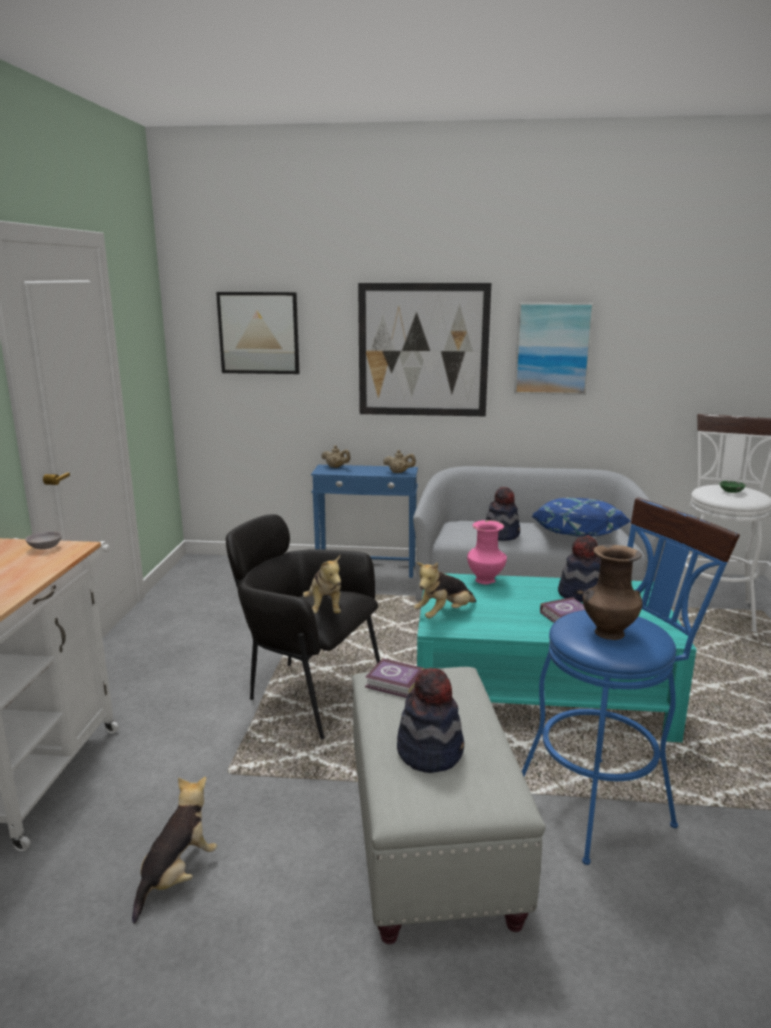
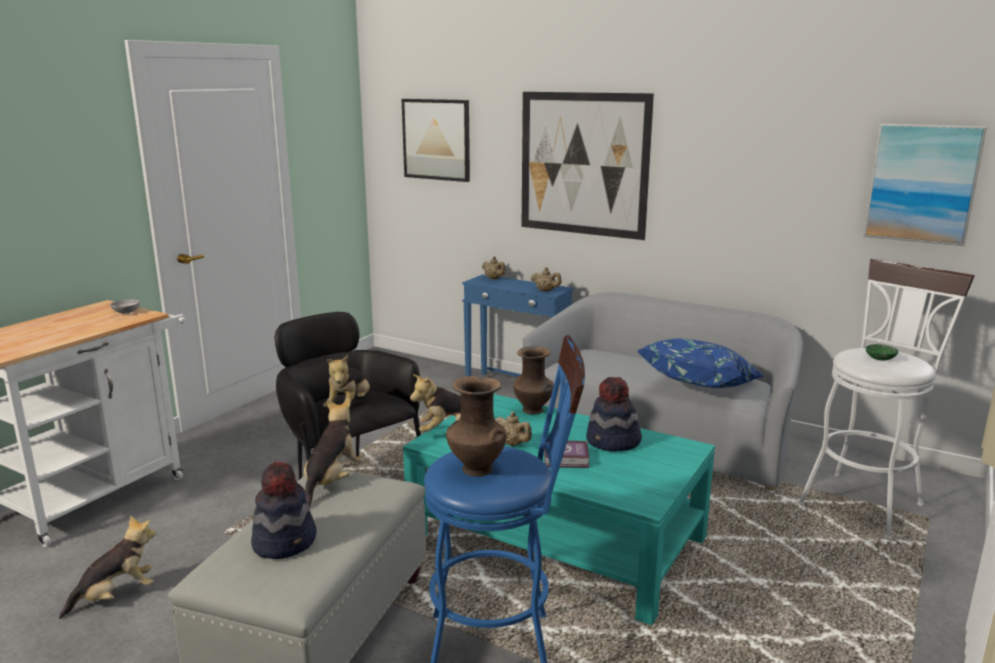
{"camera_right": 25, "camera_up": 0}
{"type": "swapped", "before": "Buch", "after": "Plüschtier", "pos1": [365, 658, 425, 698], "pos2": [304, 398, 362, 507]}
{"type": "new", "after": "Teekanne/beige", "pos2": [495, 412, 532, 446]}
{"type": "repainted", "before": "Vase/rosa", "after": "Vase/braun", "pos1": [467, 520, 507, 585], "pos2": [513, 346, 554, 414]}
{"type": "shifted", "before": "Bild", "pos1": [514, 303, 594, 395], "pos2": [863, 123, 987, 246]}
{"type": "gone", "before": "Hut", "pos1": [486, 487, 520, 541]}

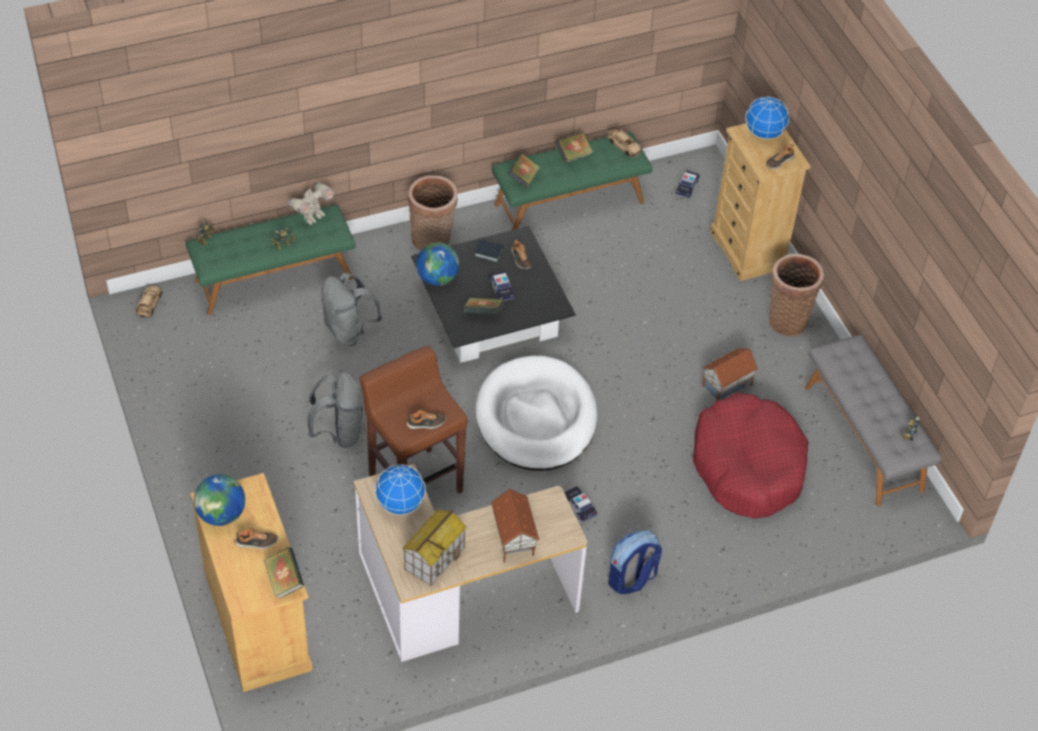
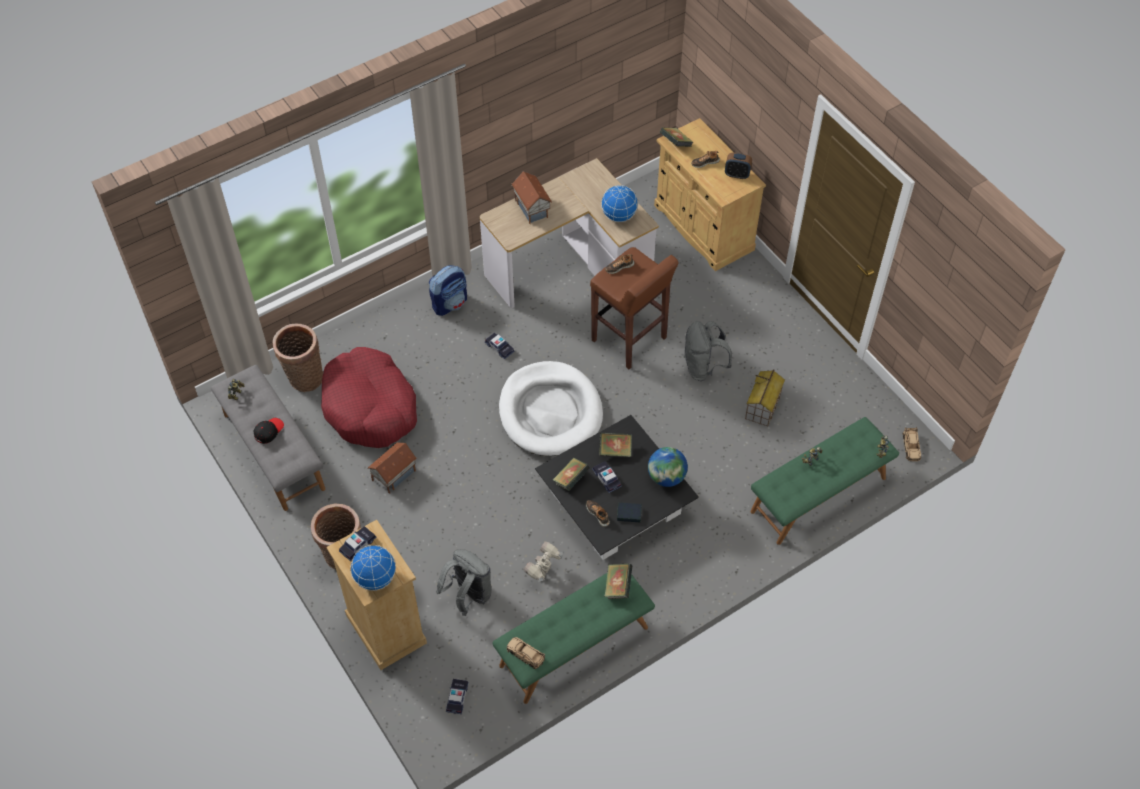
{"camera_right": 170, "camera_up": 5}
{"type": "new", "after": "Kappe/schwarz", "pos2": [253, 418, 284, 444]}
{"type": "shifted", "before": "Korb", "pos1": [408, 175, 458, 251], "pos2": [273, 324, 323, 392]}
{"type": "swapped", "before": "Schuh", "after": "Spielzeugauto", "pos1": [766, 144, 795, 169], "pos2": [339, 526, 377, 561]}
{"type": "shifted", "before": "Rucksack/grau", "pos1": [321, 273, 382, 346], "pos2": [436, 549, 492, 616]}
{"type": "shifted", "before": "Spielzeugroboter", "pos1": [288, 182, 334, 225], "pos2": [524, 541, 563, 582]}
{"type": "shifted", "before": "Buch", "pos1": [555, 132, 593, 163], "pos2": [553, 457, 590, 491]}
{"type": "swapped", "before": "Globus", "after": "Wecker", "pos1": [194, 475, 245, 526], "pos2": [725, 153, 752, 179]}
{"type": "shifted", "before": "Spielzeughaus", "pos1": [402, 509, 466, 586], "pos2": [745, 369, 785, 427]}

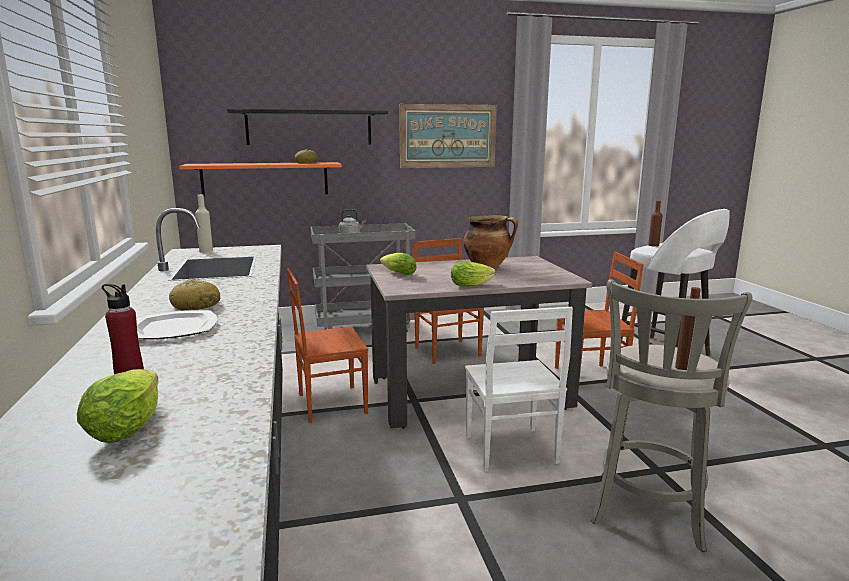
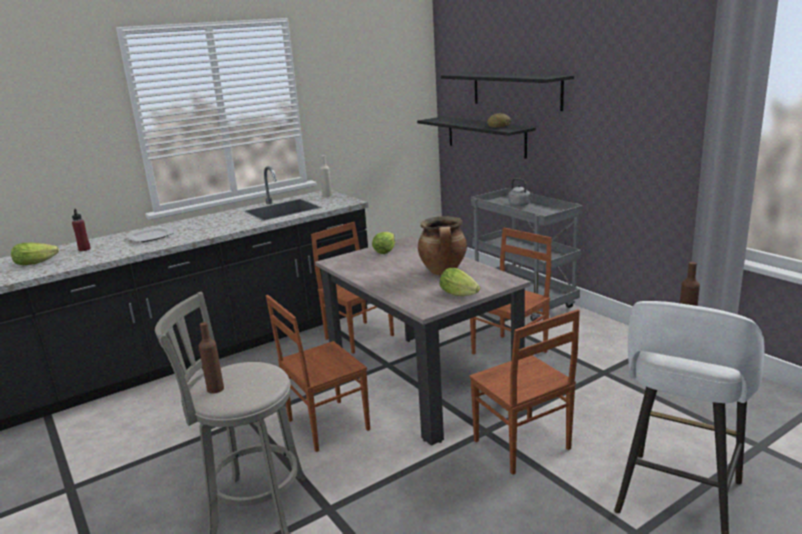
{"camera_right": 70, "camera_up": 5}
{"type": "repainted", "before": "Stuhl/weiß", "after": "Stuhl/braun", "pos1": [465, 307, 573, 472], "pos2": [266, 295, 370, 452]}
{"type": "repainted", "before": "Wandregal/orange", "after": "Wandregal/schwarz", "pos1": [179, 162, 342, 197], "pos2": [417, 116, 536, 159]}
{"type": "shifted", "before": "Salatkopf", "pos1": [451, 262, 496, 287], "pos2": [440, 268, 480, 296]}
{"type": "gone", "before": "Brot", "pos1": [169, 280, 220, 310]}
{"type": "gone", "before": "Bild", "pos1": [399, 104, 497, 168]}

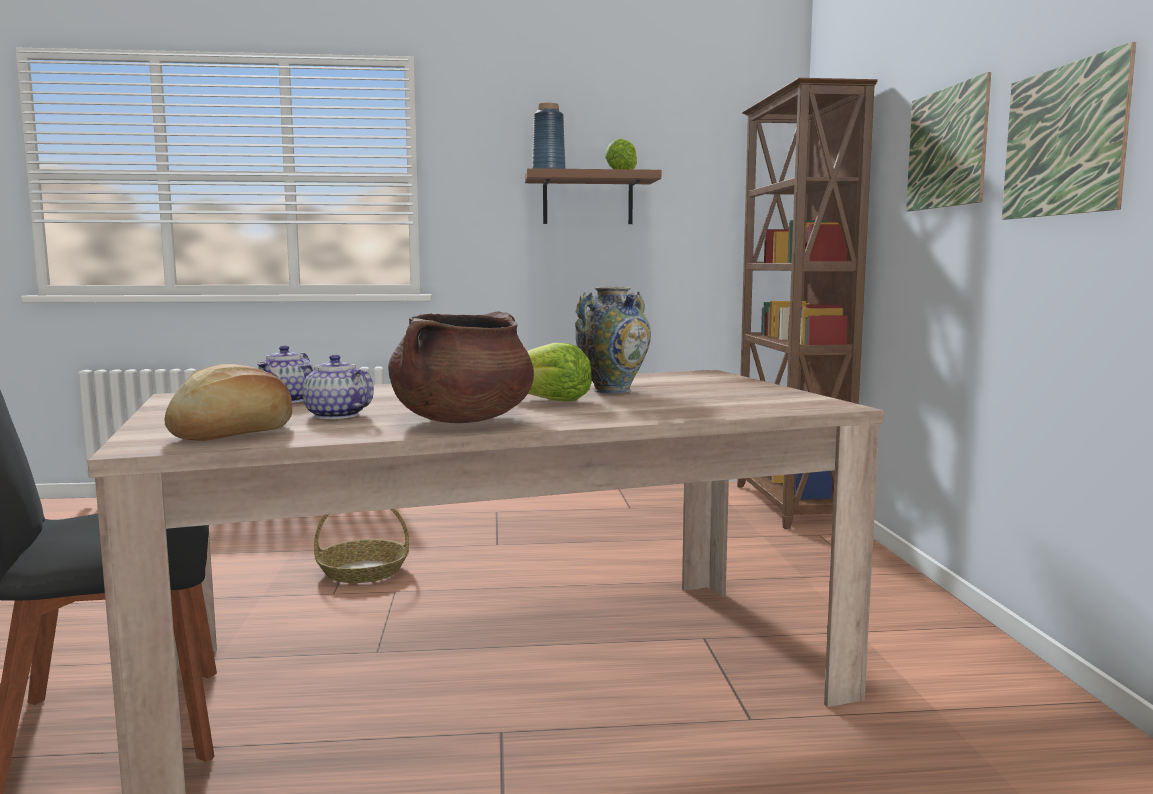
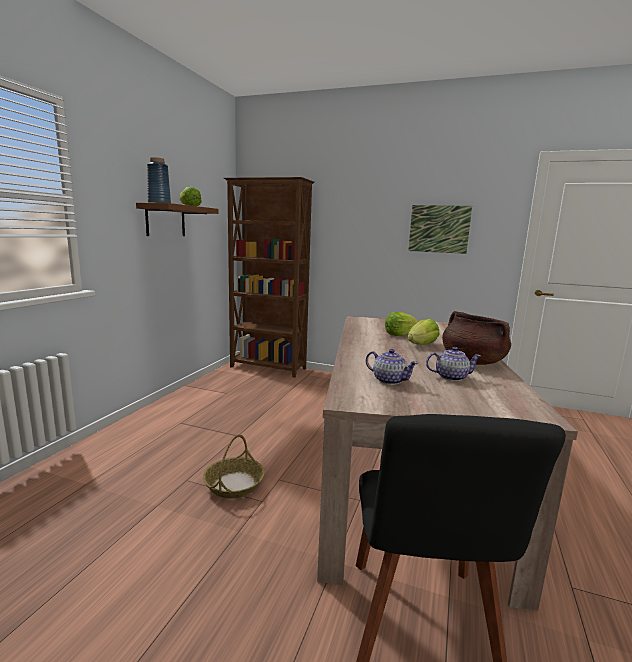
{"camera_right": -65, "camera_up": 5}
{"type": "swapped", "before": "Vase", "after": "Salatkopf", "pos1": [575, 287, 651, 394], "pos2": [385, 312, 419, 336]}
{"type": "rotated", "before": "Teekanne", "pos1": [300, 354, 374, 419], "pos2": [426, 347, 481, 381], "turn": -150}
{"type": "gone", "before": "Brot", "pos1": [165, 364, 292, 441]}
{"type": "gone", "before": "Bild", "pos1": [906, 72, 991, 212]}

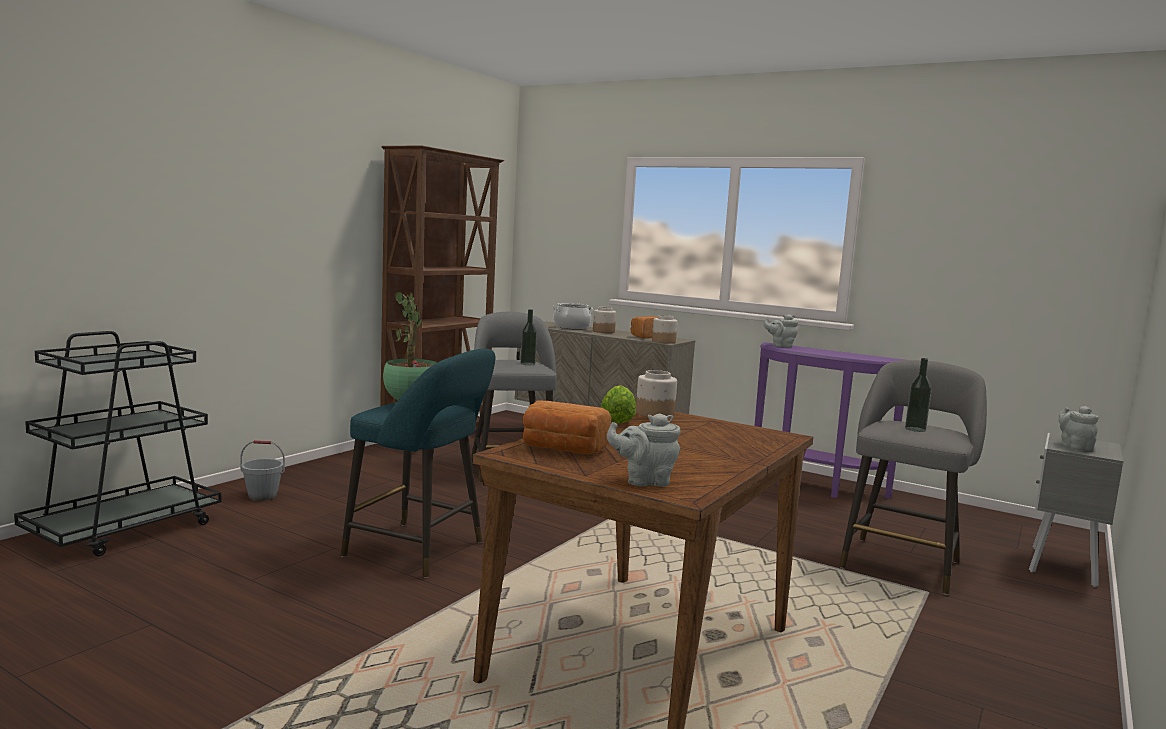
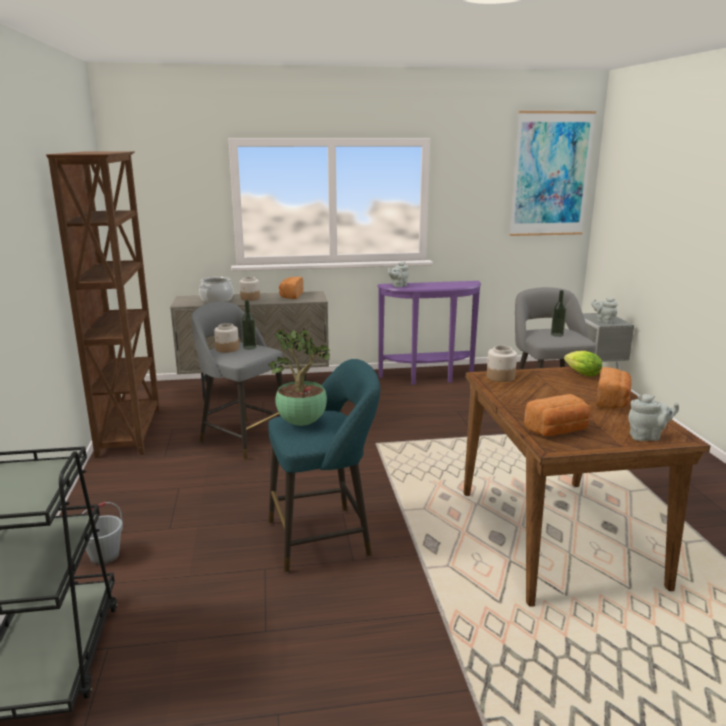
{"camera_right": -40, "camera_up": 10}
{"type": "shifted", "before": "Vorratsglas", "pos1": [652, 315, 677, 344], "pos2": [214, 323, 239, 353]}
{"type": "new", "after": "Bild", "pos2": [509, 111, 596, 236]}
{"type": "shifted", "before": "Salatkopf", "pos1": [601, 385, 636, 424], "pos2": [564, 351, 602, 377]}
{"type": "new", "after": "Brot", "pos2": [596, 367, 631, 409]}
{"type": "rotated", "before": "Teekanne/grau", "pos1": [607, 413, 680, 487], "pos2": [628, 394, 679, 441], "turn": -135}

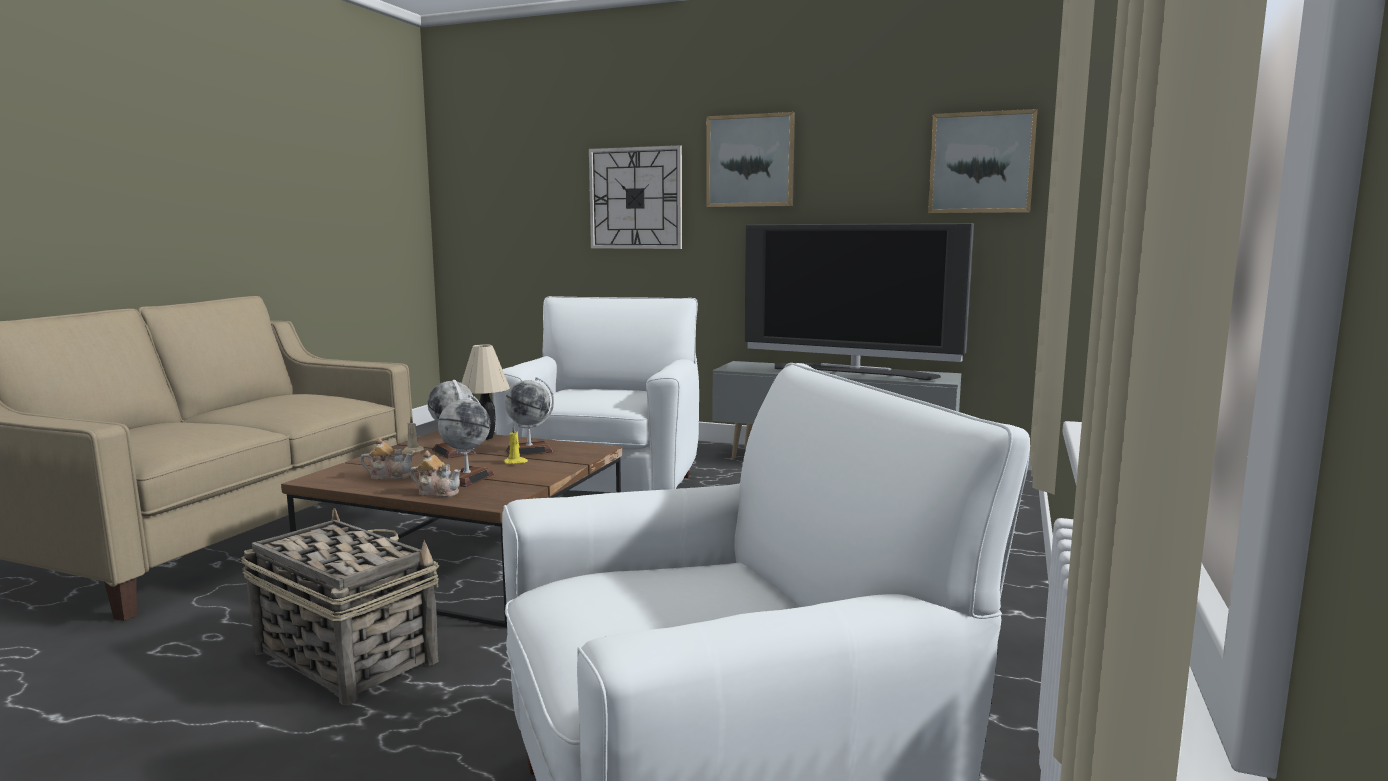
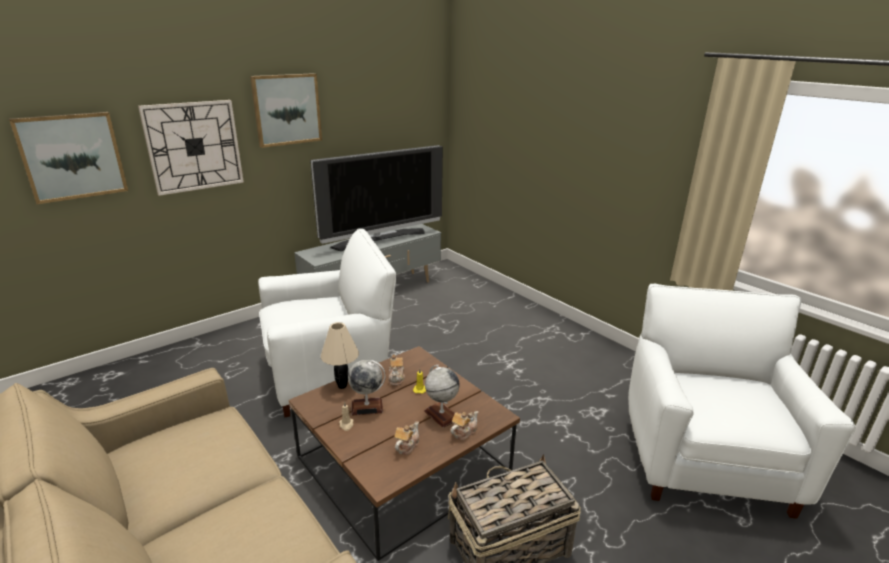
{"camera_right": -60, "camera_up": 15}
{"type": "shifted", "before": "Bild", "pos1": [928, 109, 1037, 213], "pos2": [9, 112, 128, 204]}
{"type": "rotated", "before": "Sessel/weiß", "pos1": [492, 296, 699, 492], "pos2": [258, 229, 396, 417], "turn": 120}
{"type": "swapped", "before": "Globus", "after": "Teekanne", "pos1": [505, 377, 554, 456], "pos2": [388, 355, 405, 385]}

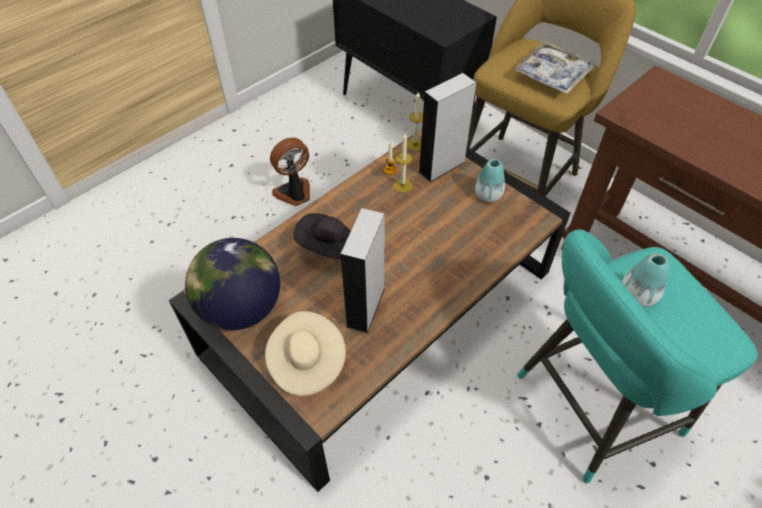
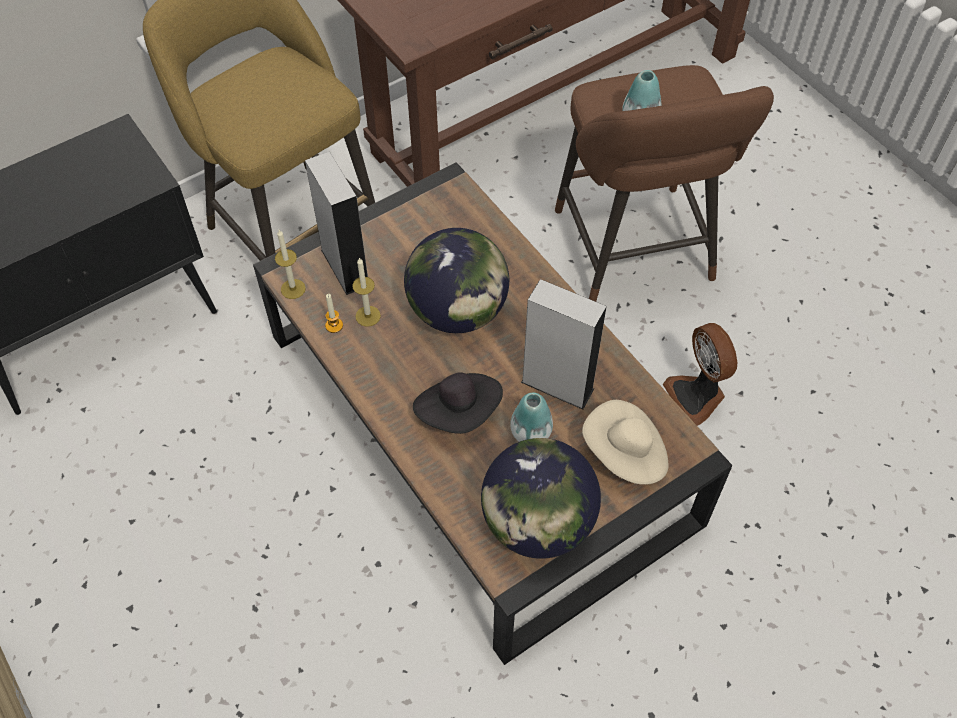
{"camera_right": -80, "camera_up": 5}
{"type": "new", "after": "Globus", "pos2": [404, 228, 509, 333]}
{"type": "shifted", "before": "Vase", "pos1": [475, 159, 505, 202], "pos2": [510, 393, 553, 442]}
{"type": "repainted", "before": "Hocker/türkis", "after": "Hocker/braun", "pos1": [517, 229, 758, 483], "pos2": [555, 65, 774, 302]}
{"type": "shifted", "before": "Ventilator", "pos1": [270, 137, 310, 206], "pos2": [663, 323, 737, 426]}
{"type": "gone", "before": "Tablett", "pos1": [513, 41, 596, 94]}

